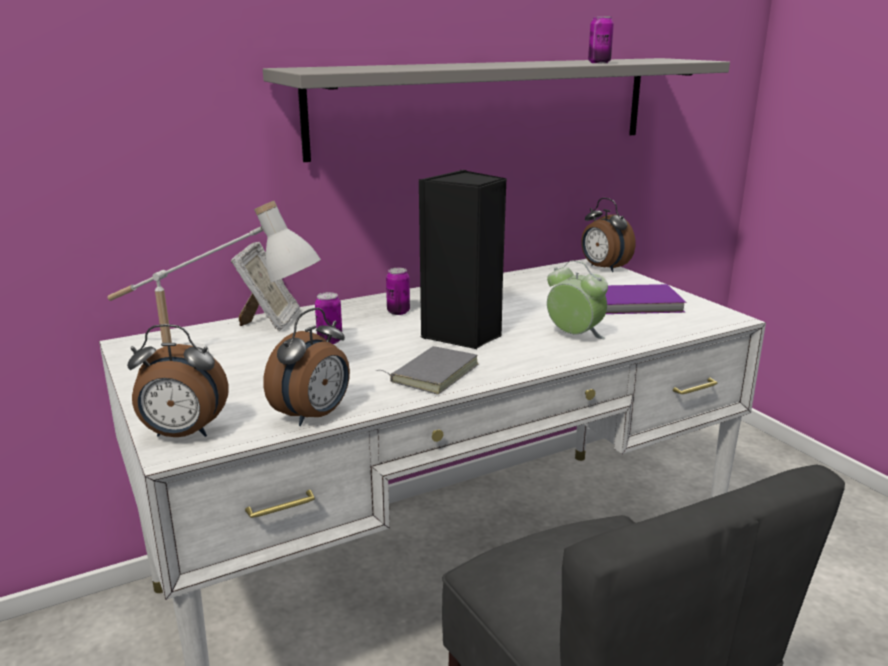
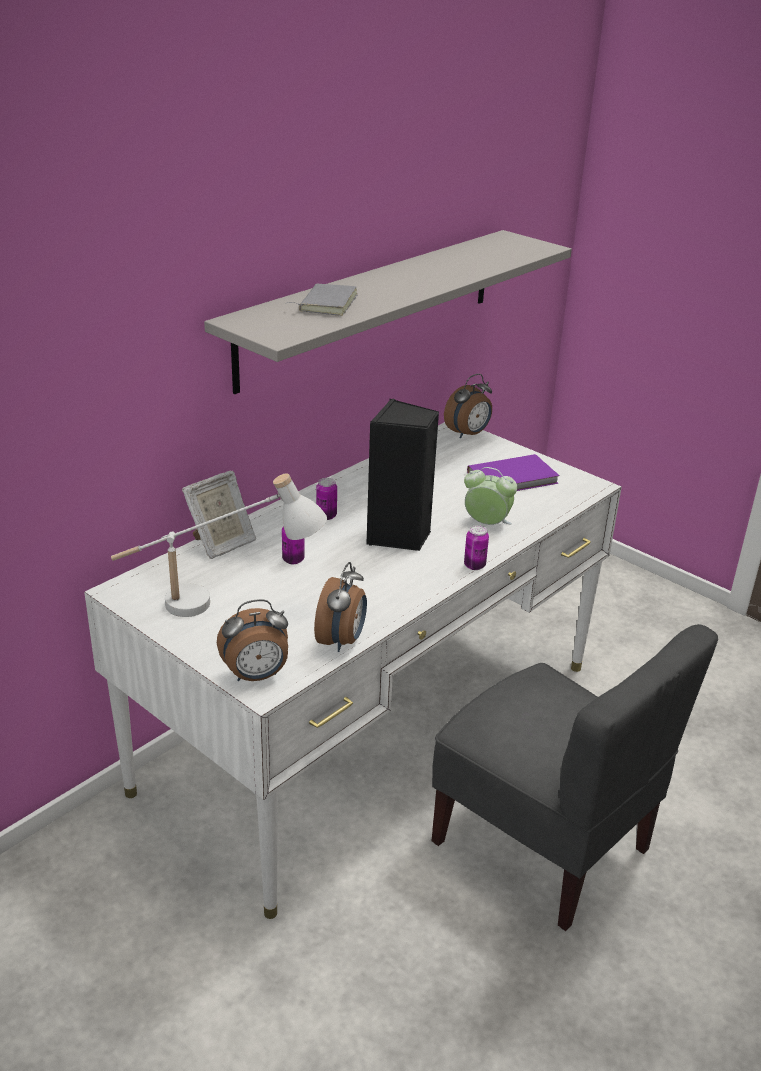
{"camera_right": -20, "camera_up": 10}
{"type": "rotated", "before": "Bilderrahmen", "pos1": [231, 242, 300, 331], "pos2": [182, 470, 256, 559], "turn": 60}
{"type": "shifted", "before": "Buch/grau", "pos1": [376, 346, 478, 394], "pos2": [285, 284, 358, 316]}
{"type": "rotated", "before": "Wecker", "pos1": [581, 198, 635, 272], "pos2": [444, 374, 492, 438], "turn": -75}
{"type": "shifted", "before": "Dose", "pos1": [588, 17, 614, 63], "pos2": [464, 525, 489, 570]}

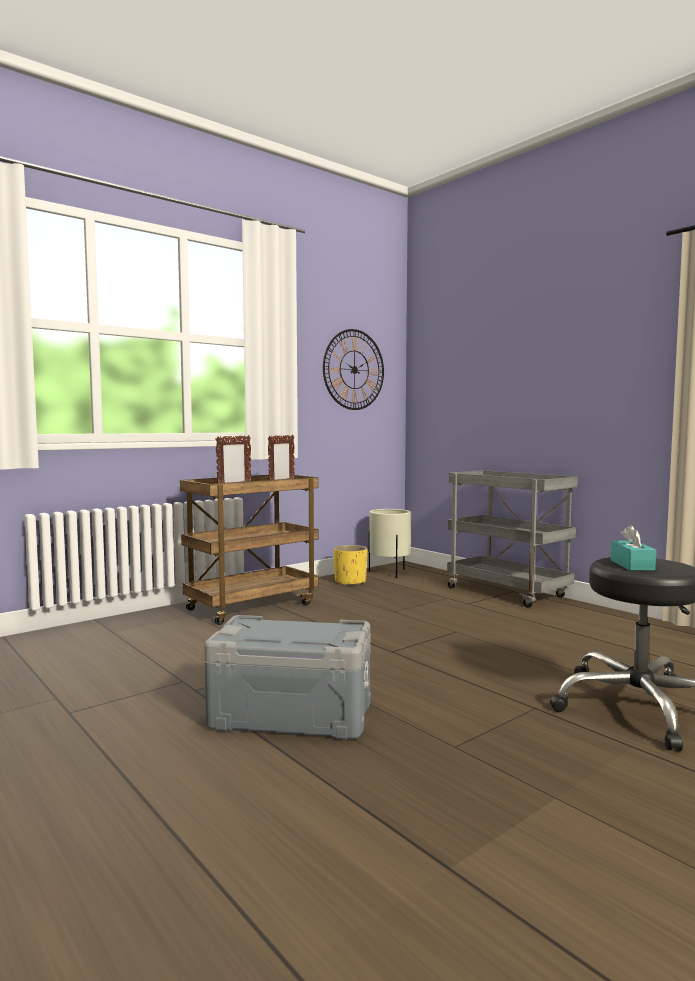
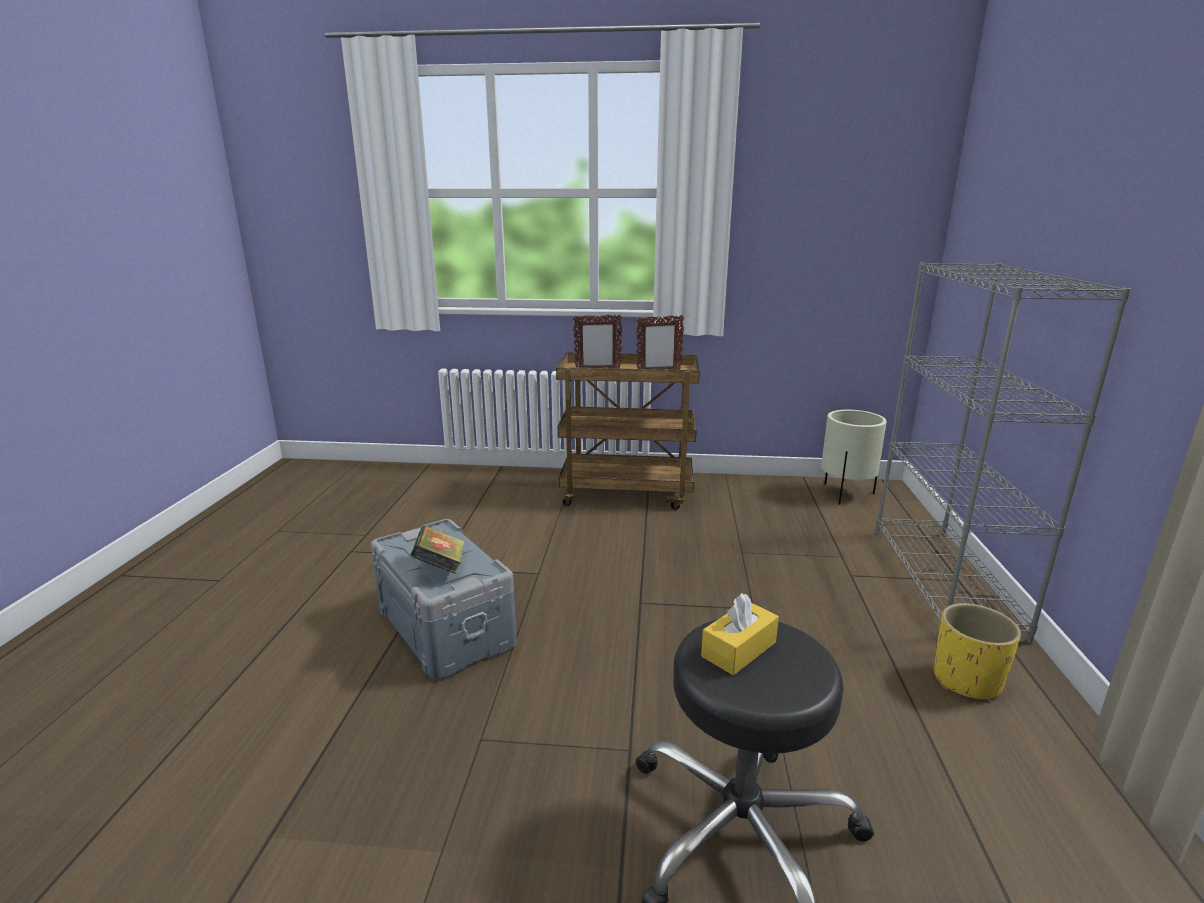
{"camera_right": 45, "camera_up": 15}
{"type": "new", "after": "Buch", "pos2": [411, 525, 464, 574]}
{"type": "repainted", "before": "Taschentuchbox/türkis", "after": "Taschentuchbox/gelb", "pos1": [611, 525, 656, 571], "pos2": [701, 593, 779, 675]}
{"type": "swapped", "before": "Rollwagen/grau", "after": "Bücherregal/grau", "pos1": [447, 470, 578, 608], "pos2": [876, 263, 1131, 644]}
{"type": "shifted", "before": "Pflanzkübel/gelb", "pos1": [334, 545, 367, 586], "pos2": [934, 603, 1021, 701]}
{"type": "gone", "before": "Wanduhr", "pos1": [323, 329, 384, 410]}

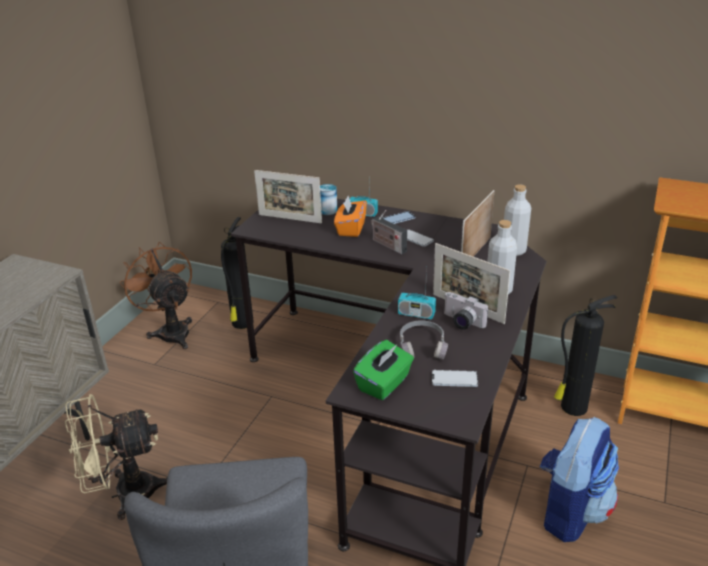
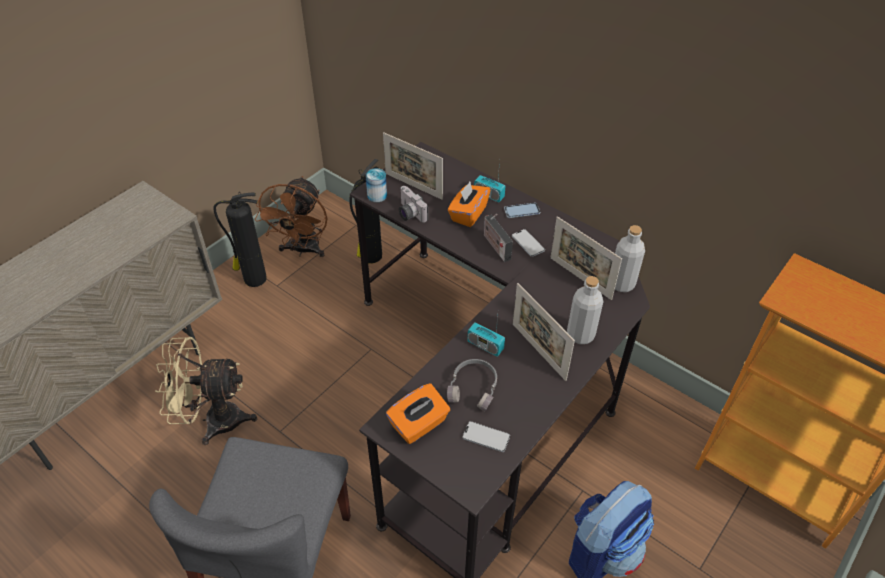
{"camera_right": 15, "camera_up": 15}
{"type": "shifted", "before": "Feuerlöscher", "pos1": [554, 295, 617, 416], "pos2": [213, 191, 267, 287]}
{"type": "rotated", "before": "Ventilator/braun", "pos1": [119, 242, 192, 349], "pos2": [255, 176, 328, 257], "turn": -150}
{"type": "shifted", "before": "Dose", "pos1": [320, 184, 338, 215], "pos2": [365, 168, 387, 202]}
{"type": "repainted", "before": "Taschentuchbox/grün", "after": "Taschentuchbox/orange", "pos1": [353, 340, 414, 400], "pos2": [386, 383, 450, 444]}
{"type": "shifted", "before": "Kamera", "pos1": [444, 292, 488, 330], "pos2": [399, 186, 428, 223]}
{"type": "rotated", "before": "Bilderrahmen", "pos1": [461, 190, 494, 257], "pos2": [551, 216, 622, 300], "turn": -90}

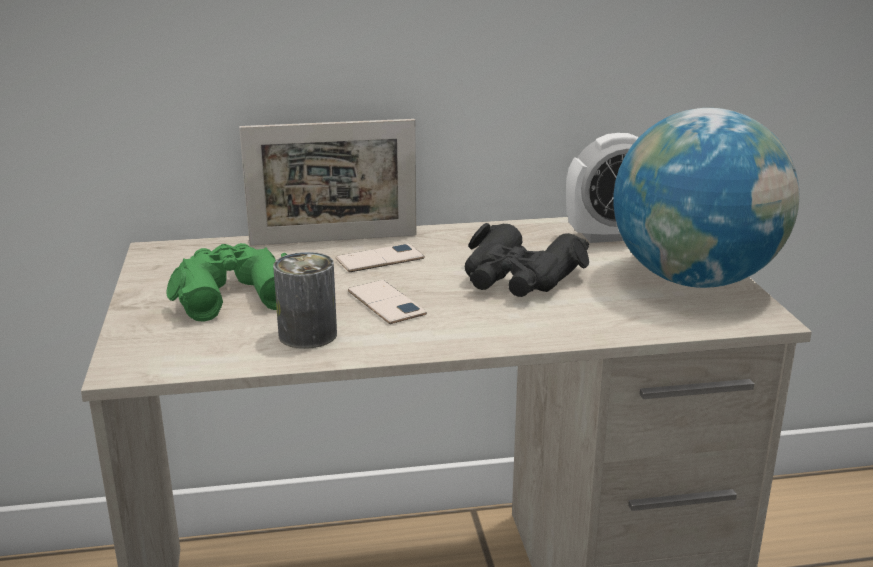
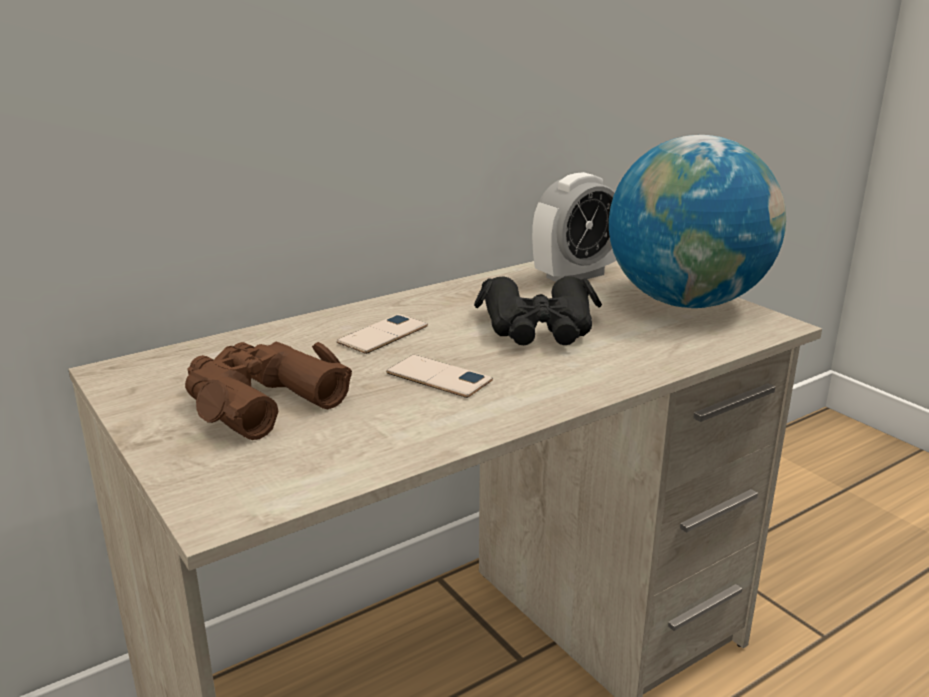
{"camera_right": -25, "camera_up": 0}
{"type": "repainted", "before": "Fernglas/grün", "after": "Fernglas/braun", "pos1": [166, 243, 287, 322], "pos2": [185, 342, 352, 440]}
{"type": "gone", "before": "Bilderrahmen", "pos1": [239, 119, 416, 245]}
{"type": "gone", "before": "Dose", "pos1": [273, 252, 337, 349]}

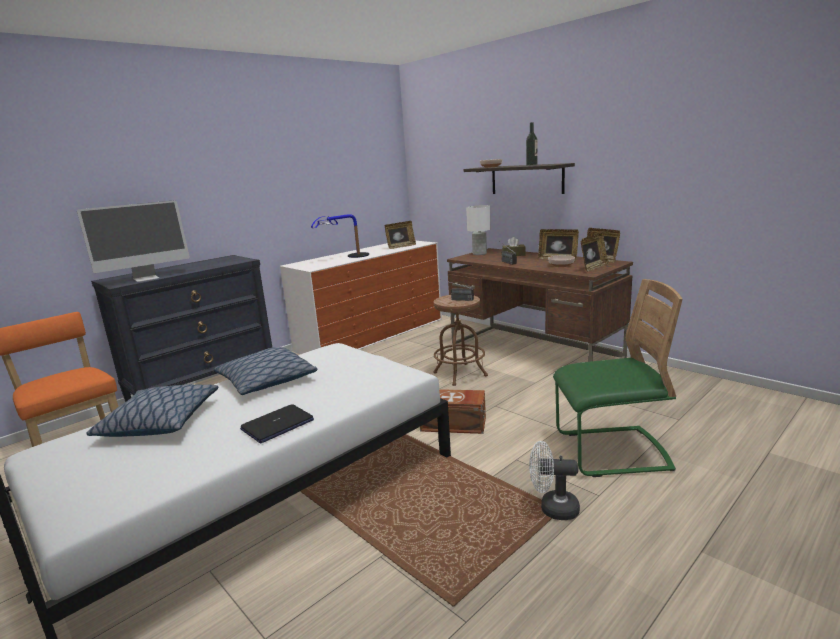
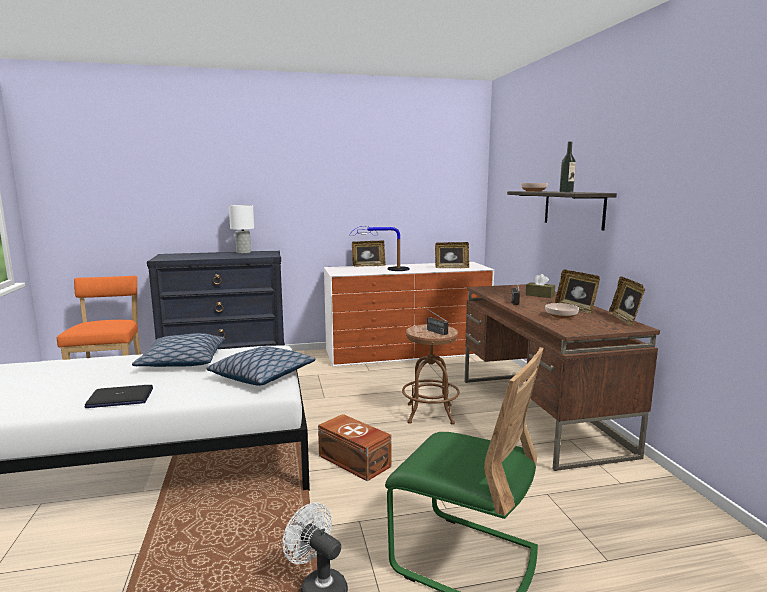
{"camera_right": 30, "camera_up": -5}
{"type": "shifted", "before": "Kissen", "pos1": [86, 384, 218, 437], "pos2": [206, 346, 316, 386]}
{"type": "shifted", "before": "Tischlampe/weiß", "pos1": [466, 205, 491, 255], "pos2": [229, 205, 254, 254]}
{"type": "shifted", "before": "Bilderrahmen", "pos1": [581, 232, 609, 271], "pos2": [352, 240, 386, 267]}
{"type": "gone", "before": "Monitor", "pos1": [77, 200, 190, 282]}

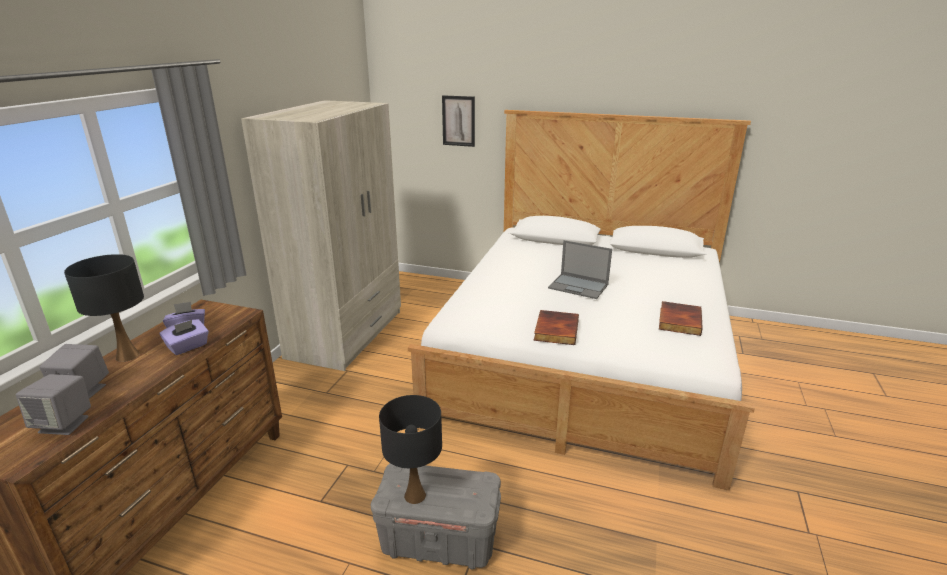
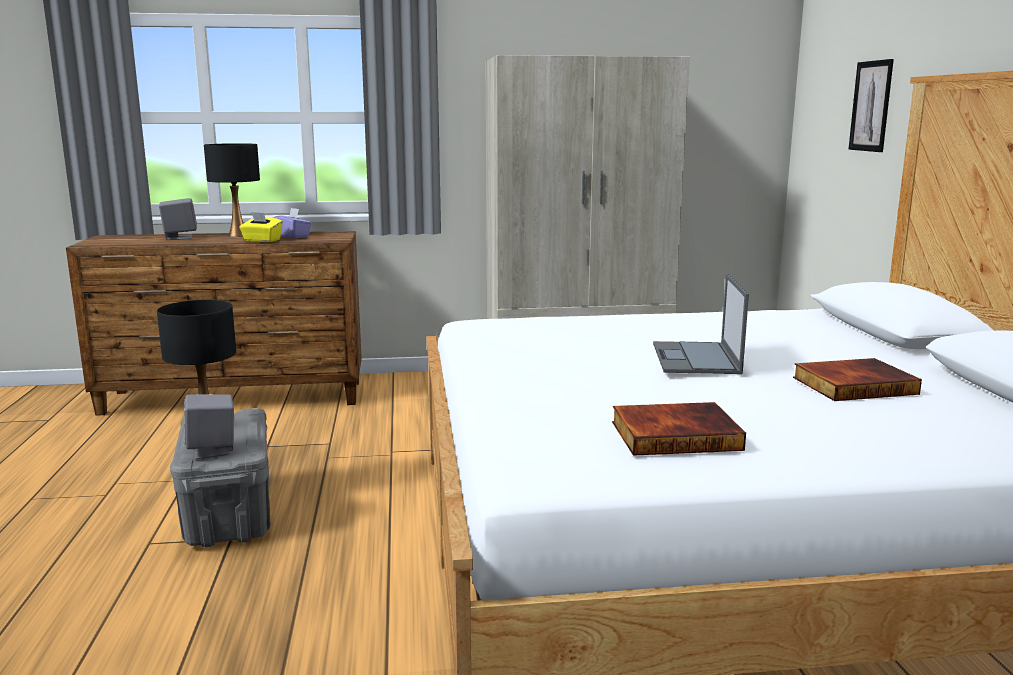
{"camera_right": 65, "camera_up": -10}
{"type": "shifted", "before": "Lautsprecher/grau", "pos1": [16, 374, 91, 435], "pos2": [184, 394, 234, 459]}
{"type": "repainted", "before": "Taschentuchbox/lila", "after": "Taschentuchbox/gelb", "pos1": [160, 319, 209, 355], "pos2": [239, 212, 283, 242]}
{"type": "shifted", "before": "Buch", "pos1": [534, 310, 579, 345], "pos2": [793, 358, 922, 401]}

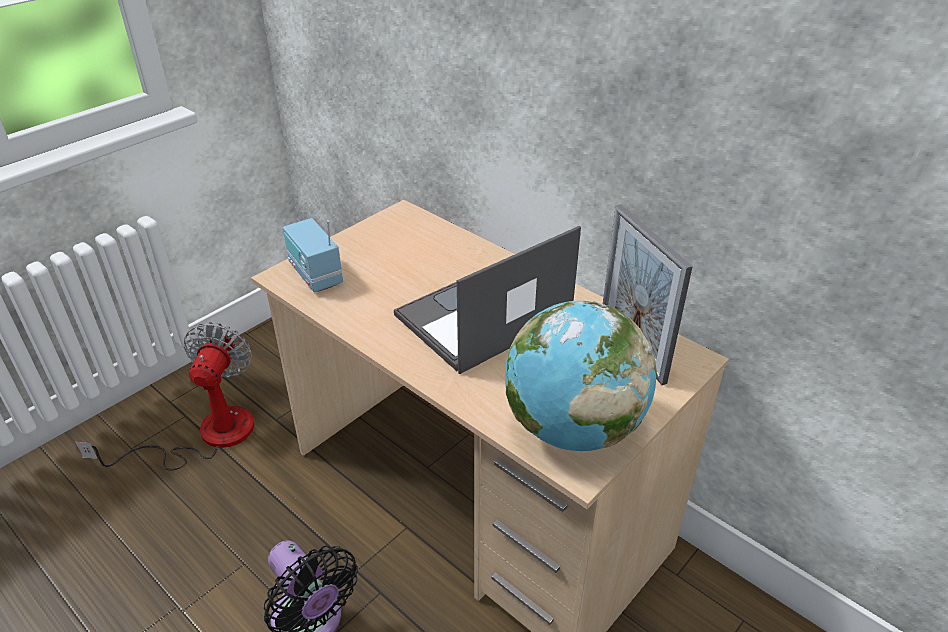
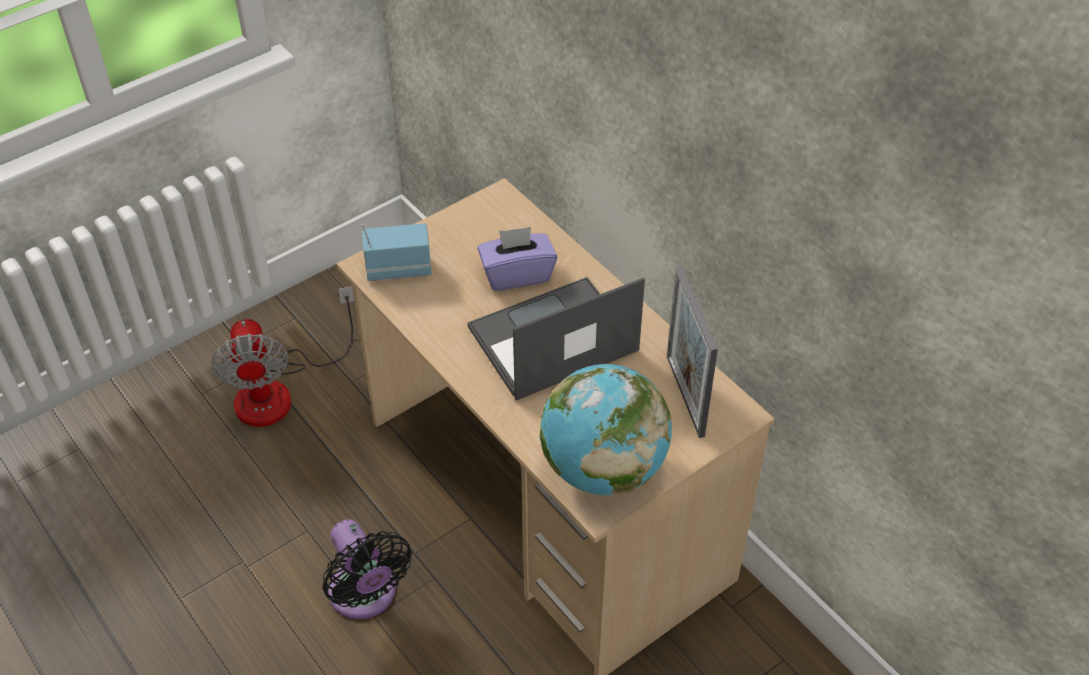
{"camera_right": 10, "camera_up": 10}
{"type": "rotated", "before": "Ventilator", "pos1": [75, 323, 254, 471], "pos2": [211, 286, 355, 427], "turn": 150}
{"type": "rotated", "before": "Radio", "pos1": [283, 218, 343, 292], "pos2": [361, 223, 431, 281], "turn": 105}
{"type": "new", "after": "Taschentuchbox/lila", "pos2": [477, 227, 557, 291]}

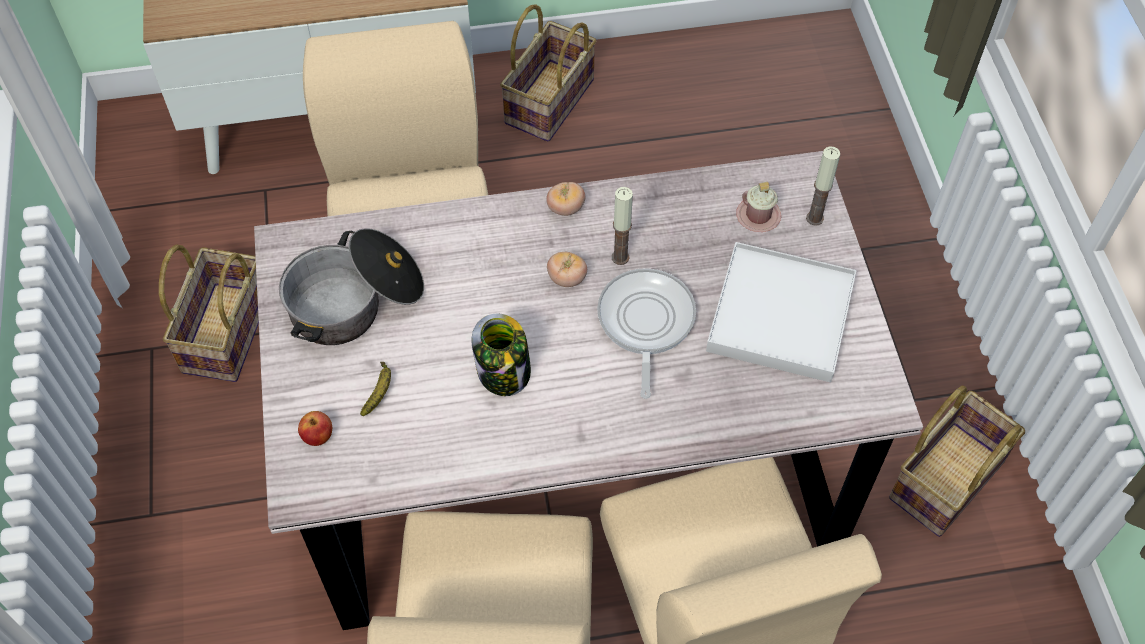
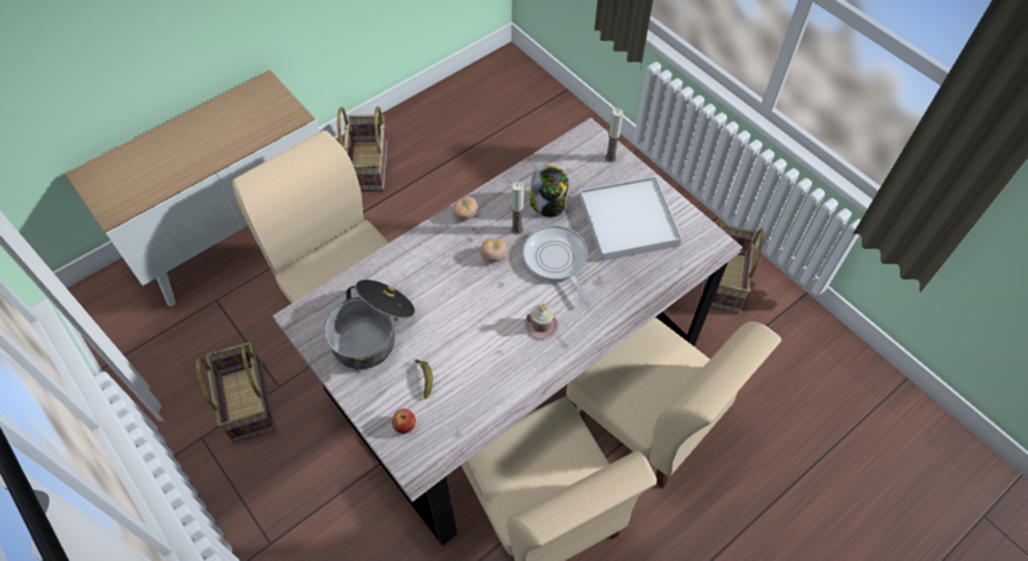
{"camera_right": -30, "camera_up": 0}
{"type": "shifted", "before": "Henkelbecher/rosa", "pos1": [736, 182, 781, 232], "pos2": [525, 304, 558, 339]}
{"type": "shifted", "before": "Vorratsglas", "pos1": [472, 314, 531, 396], "pos2": [530, 165, 569, 217]}

